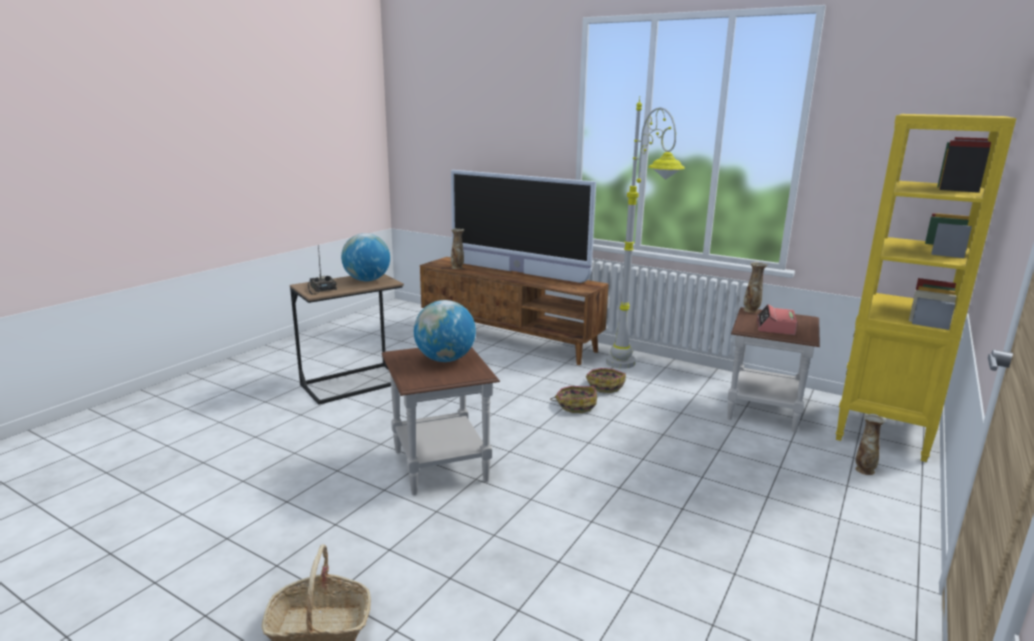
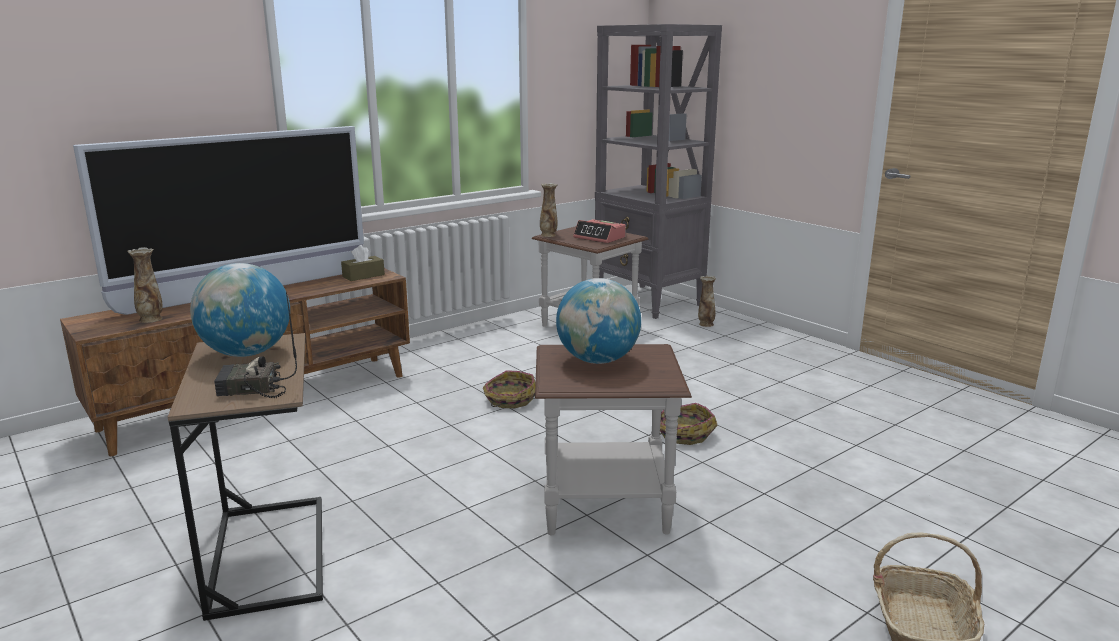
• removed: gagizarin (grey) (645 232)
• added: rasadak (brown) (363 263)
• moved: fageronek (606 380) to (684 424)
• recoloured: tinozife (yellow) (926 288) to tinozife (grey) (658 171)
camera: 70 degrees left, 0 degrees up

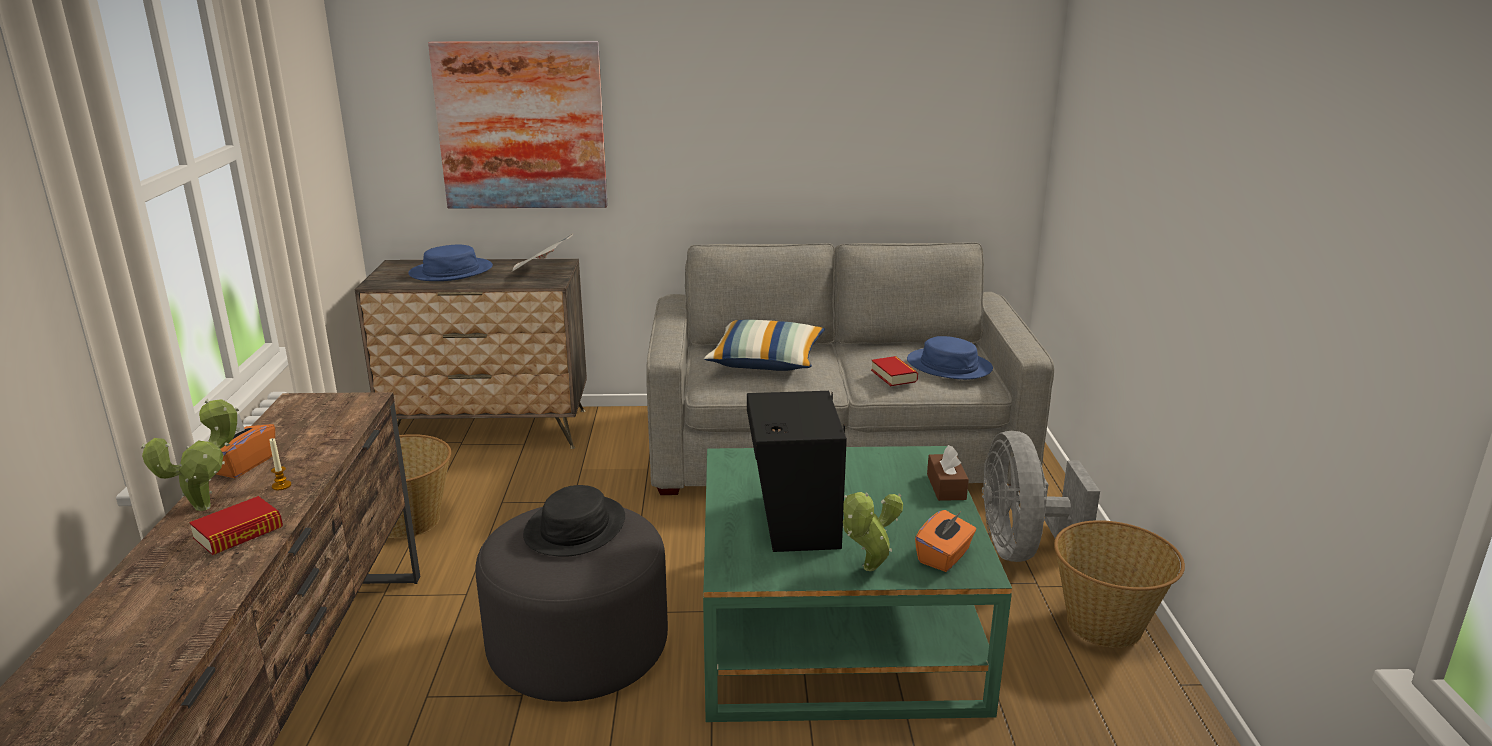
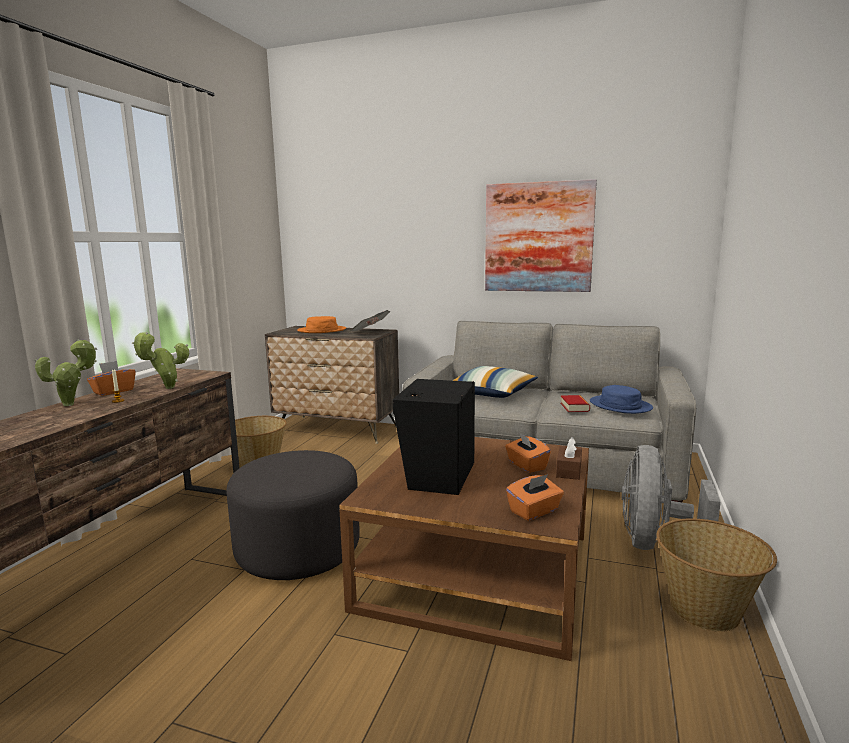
• removed: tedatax (236 525)
• removed: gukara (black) (574 521)
• added: rasadak (orange) (528 452)
• moved: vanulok (517 125) to (541 235)
• moved: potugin (873 531) to (160 360)
• recoloured: gukara (blue) (450 263) to gukara (orange) (321 324)
• recoloured: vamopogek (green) (857 584) to vamopogek (brown) (464 549)
camera: 20 degrees right, 10 degrees down

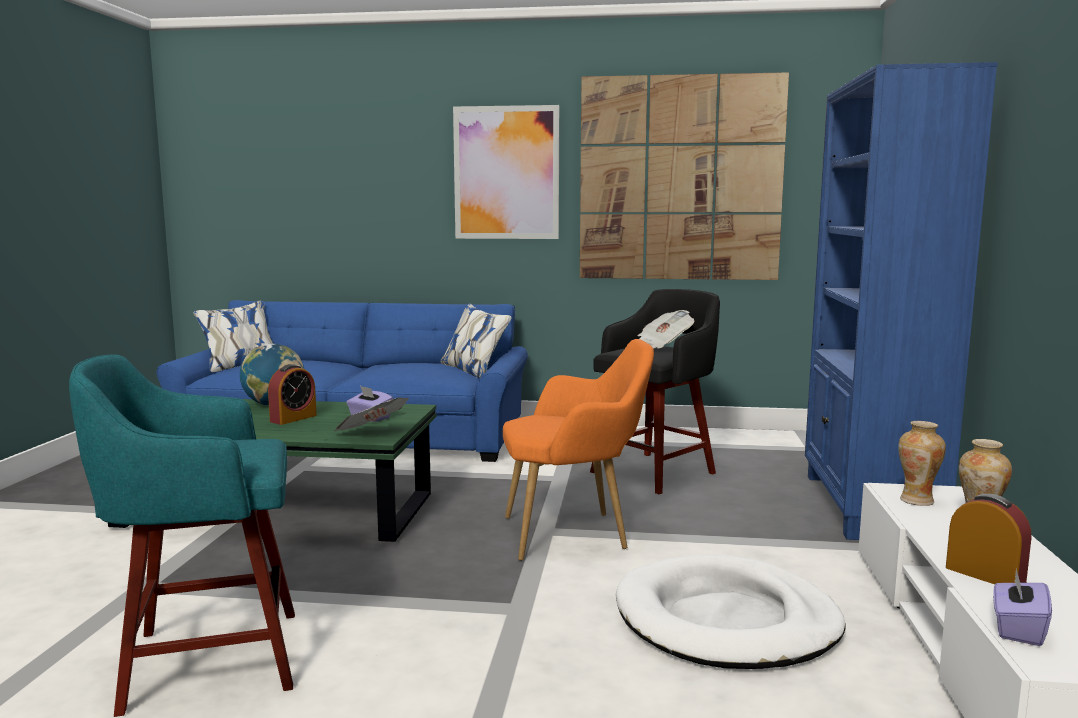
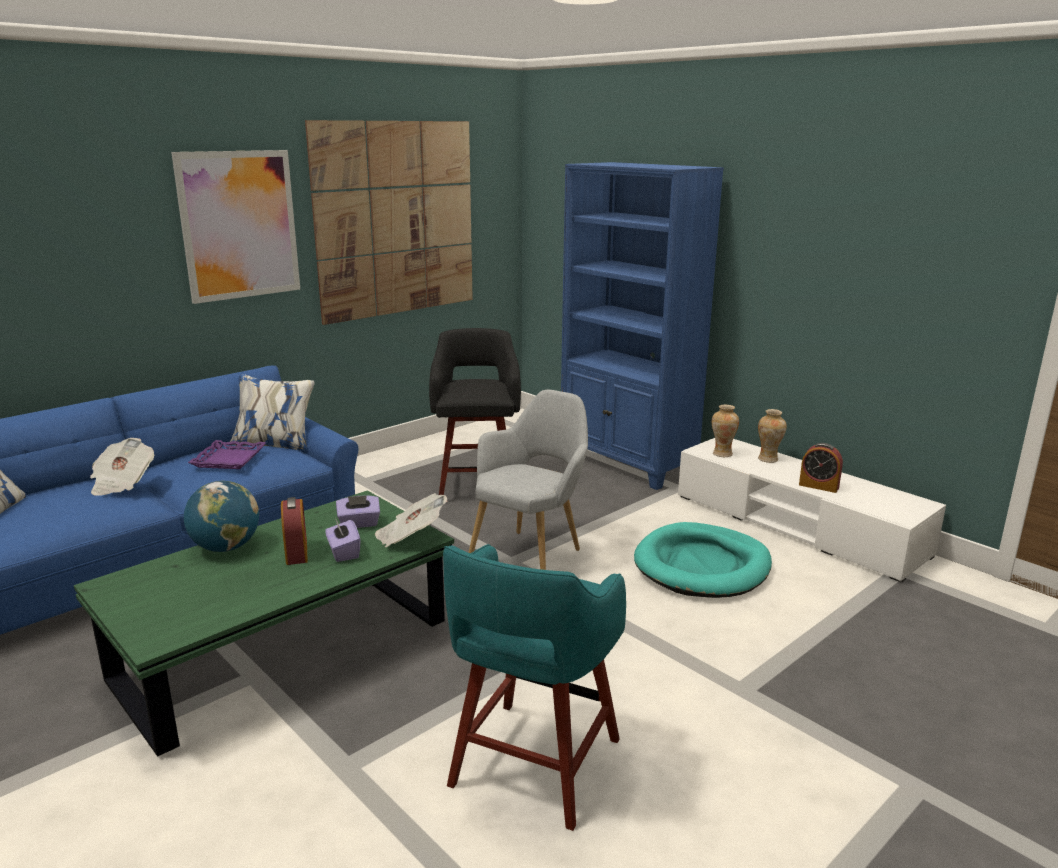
• added: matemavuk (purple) (227 454)
• moved: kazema (666 329) to (122 467)
• moved: rasadak (purple) (1022 607) to (342 539)
• recoloured: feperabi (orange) (578 450) to feperabi (grey) (528 480)
• recoloured: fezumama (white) (731 612) to fezumama (turquoise) (703 560)
• turned: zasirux (988 539) = (821 468) 150 degrees counterclockwise
camera: 50 degrees left, 10 degrees up

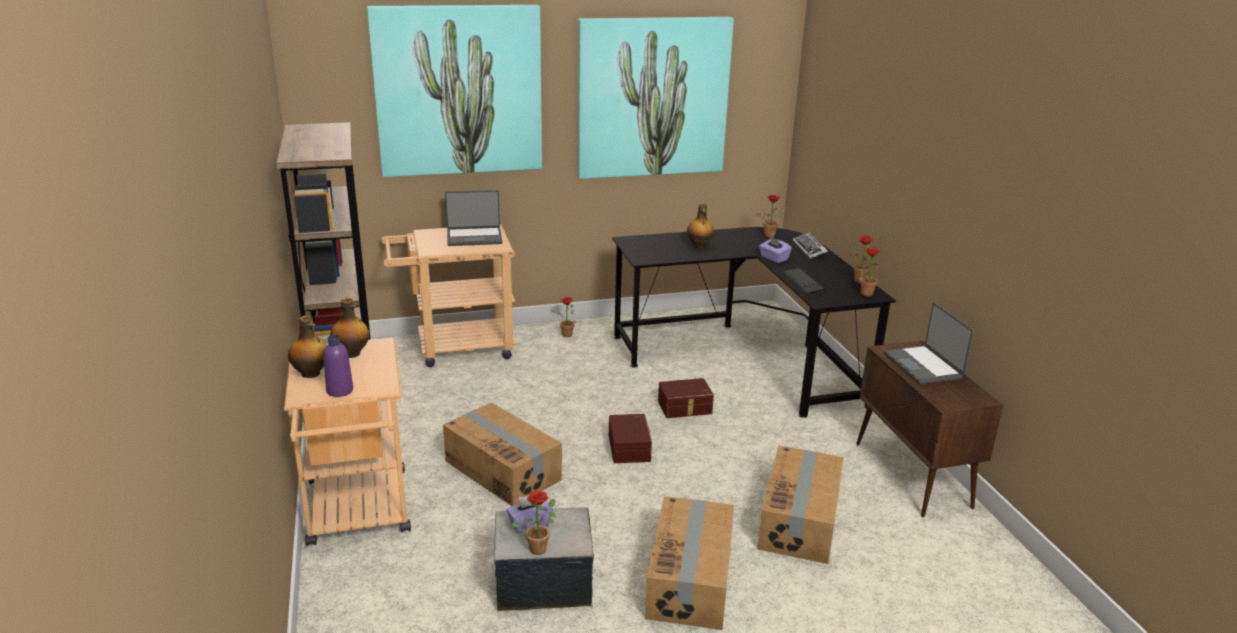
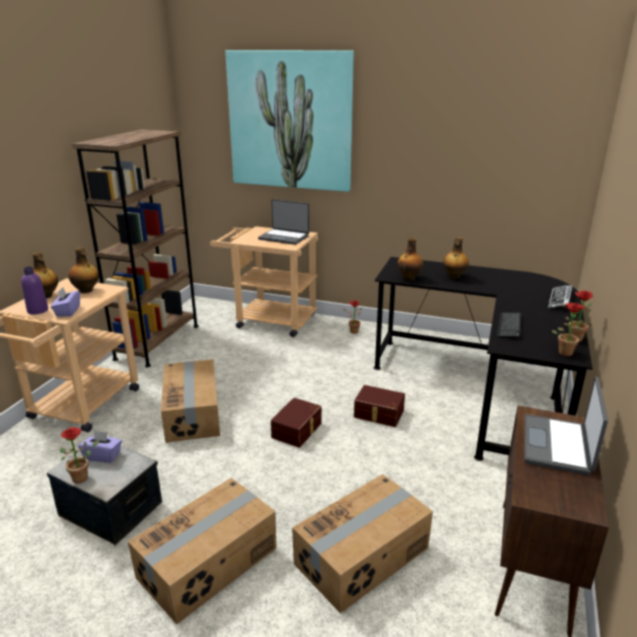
• removed: vanulok (655 98)
• removed: potugin (771 216)
• added: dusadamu (410 259)
• moved: rasadak (purple) (775 250) to (65 302)
camera: 35 degrees right, 0 degrees up

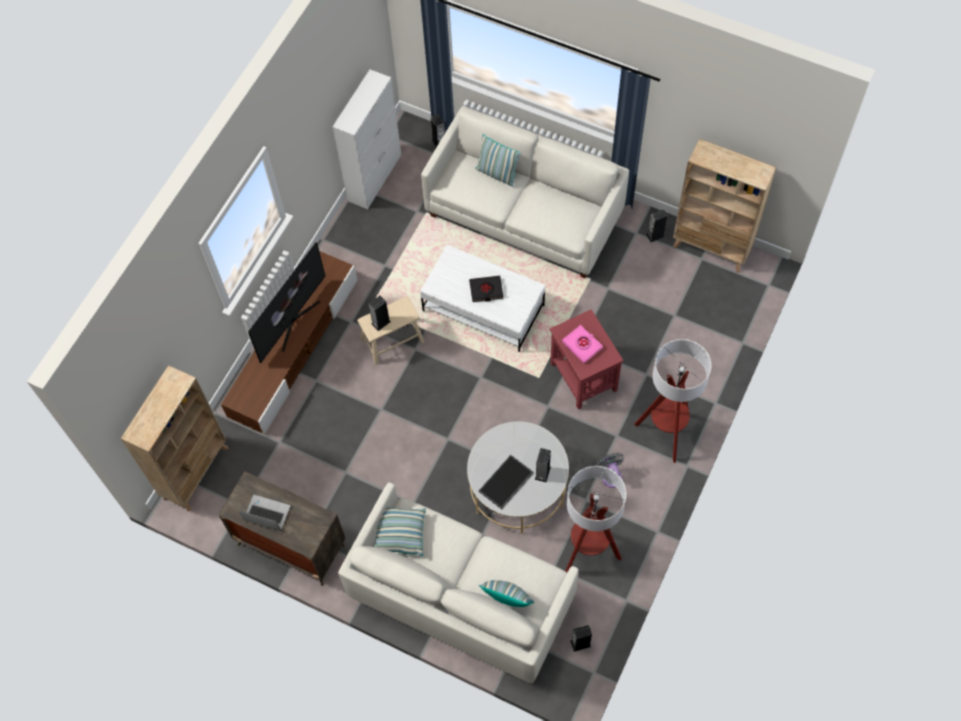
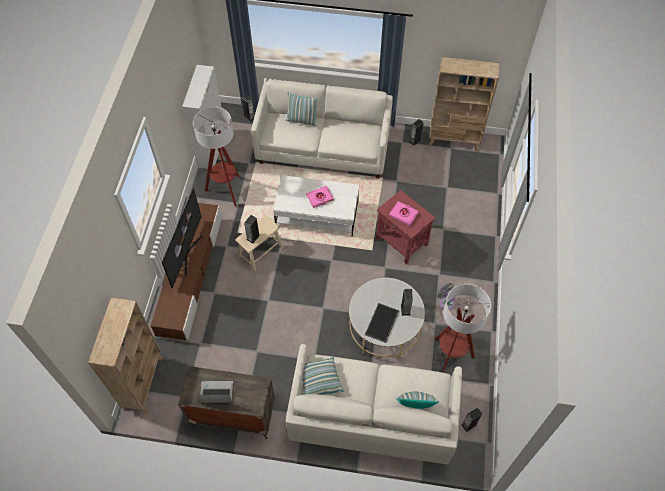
• moved: gagizarin (672 401) to (216 156)
• recoloured: tedatax (black) (486 288) to tedatax (pink) (320 197)
camera: 20 degrees left, 5 degrees down

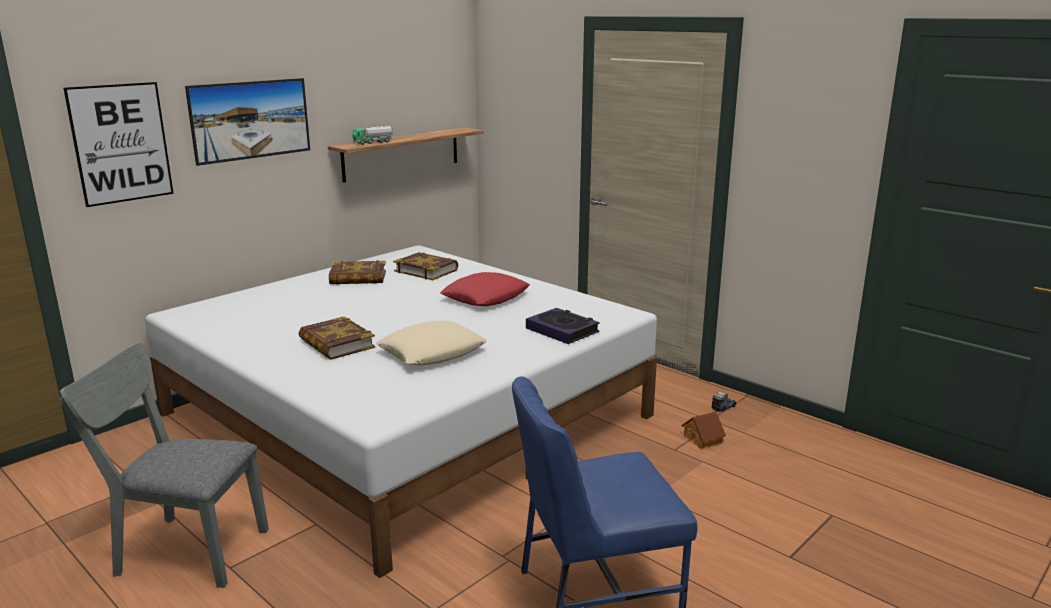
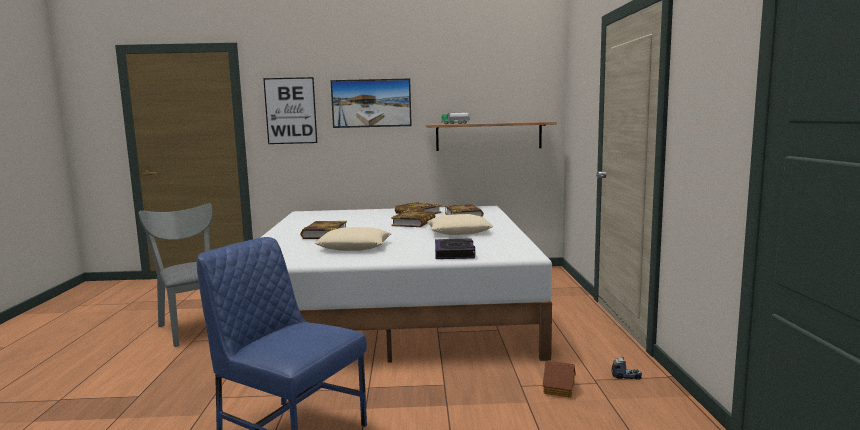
• added: tedatax (413 218)
• recoloured: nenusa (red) (485 289) to nenusa (beige) (460 224)
camera: 45 degrees right, 10 degrees down

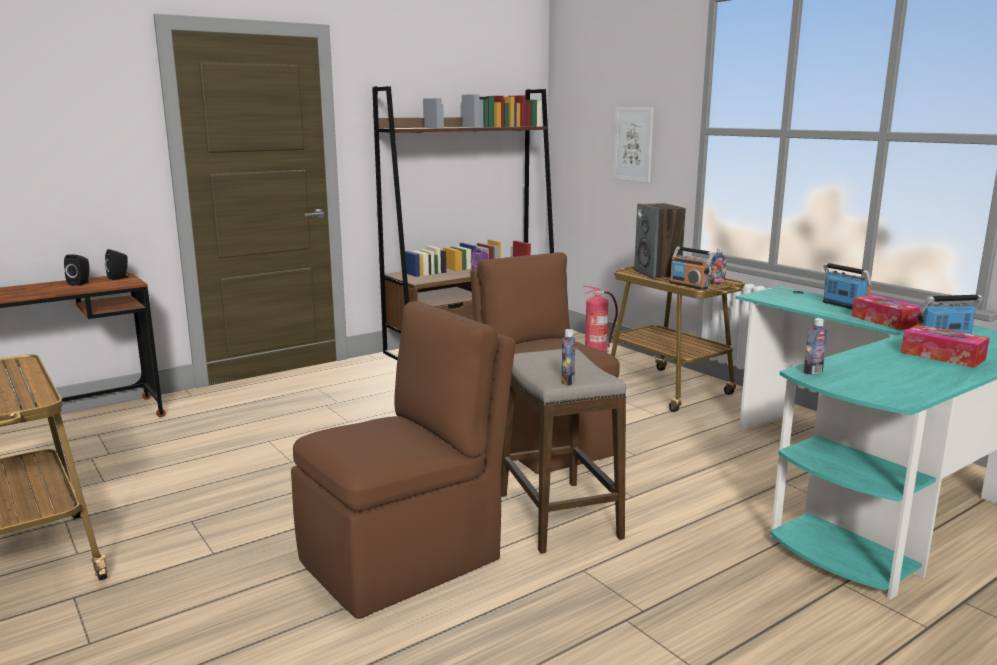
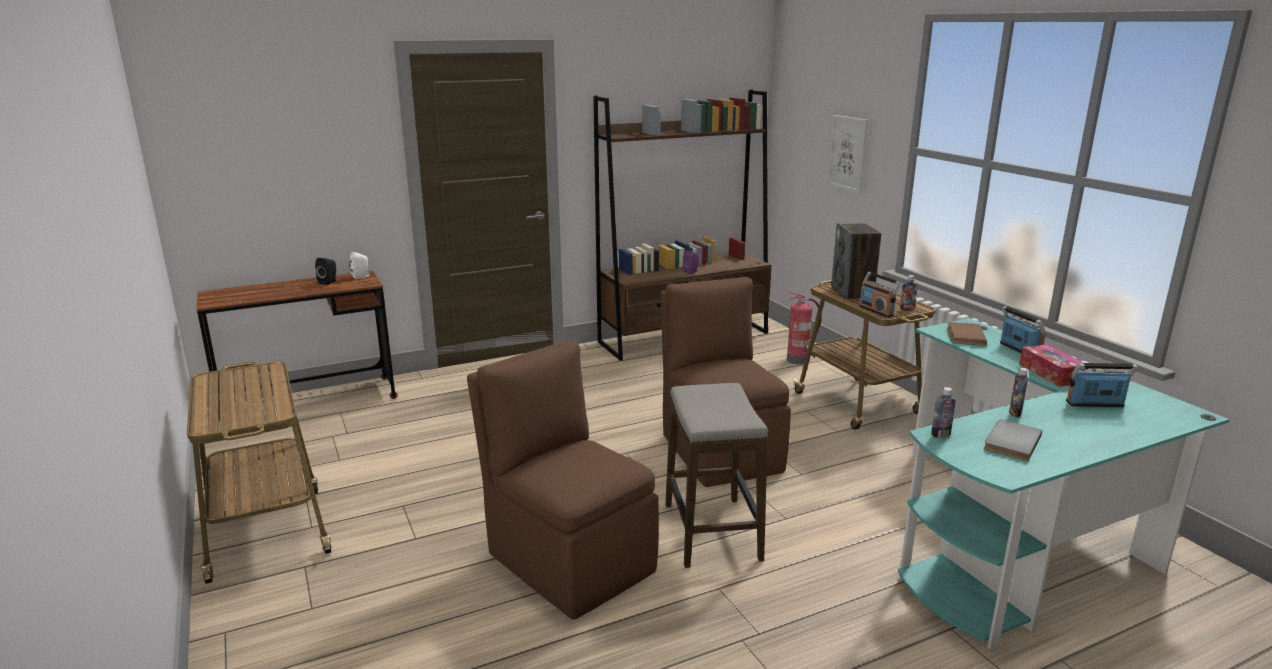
• removed: rasadak (945 346)
• added: tedatax (brown) (967 334)
• added: tedatax (grey) (1013 440)
• moved: dusadamu (568 357) to (1018 392)
• recoloured: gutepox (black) (117 264) to gutepox (white) (359 265)
• turned: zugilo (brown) (403 460) = (563 479) 105 degrees counterclockwise
camera: 10 degrees right, 5 degrees up

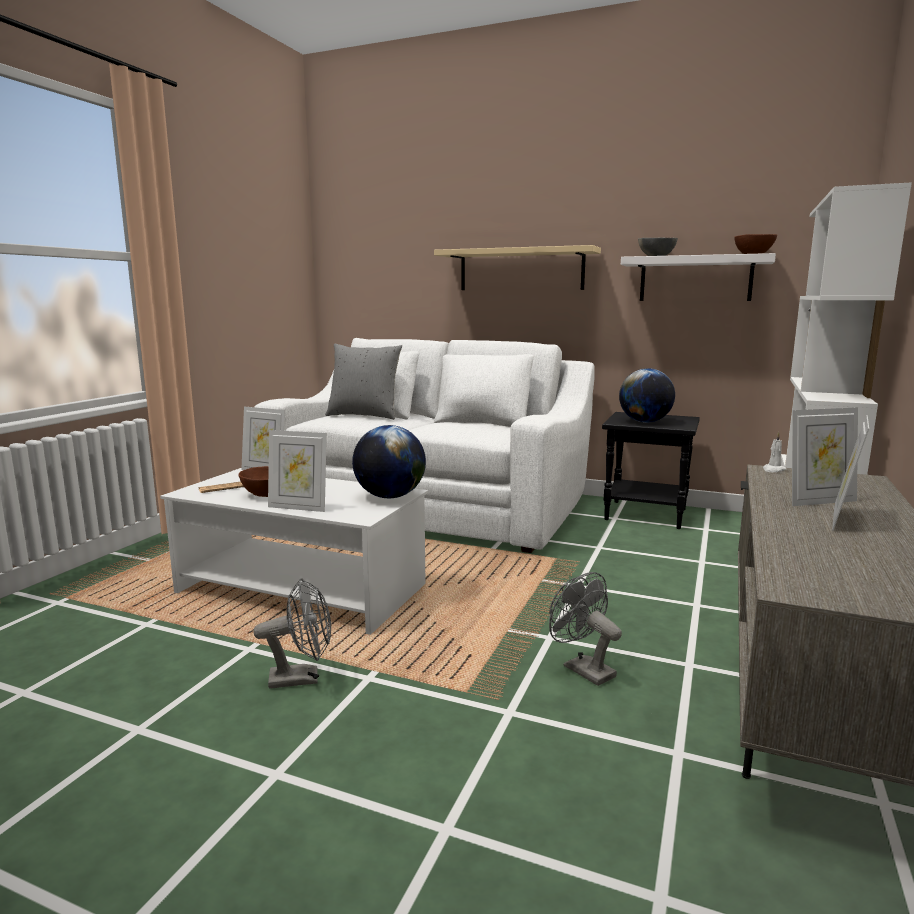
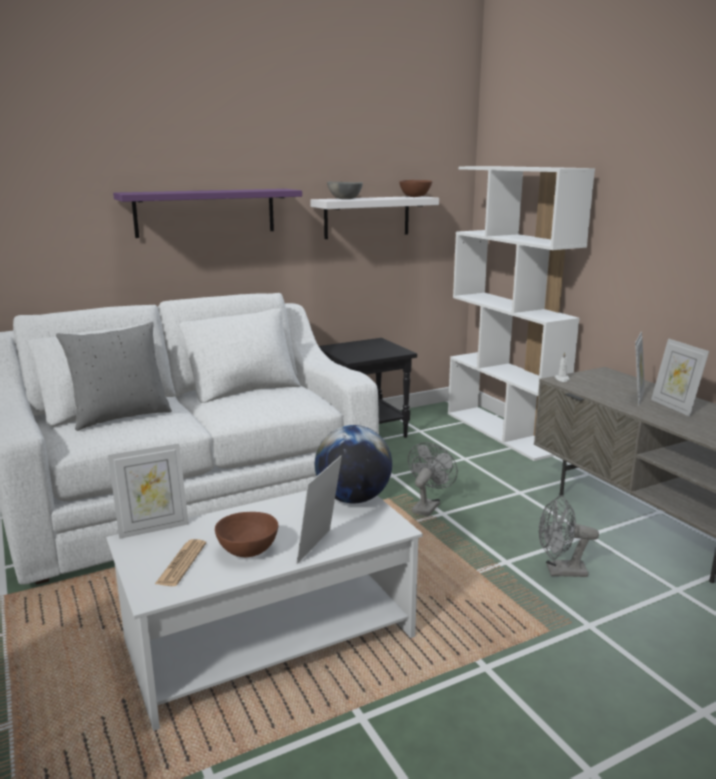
• removed: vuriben (647 395)
• moved: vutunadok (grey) (292 633) to (433 479)
• recoloured: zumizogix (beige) (517 267) to zumizogix (purple) (207 213)
• turned: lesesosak (297 471) = (319 509) 150 degrees clockwise
camera: 50 degrees left, 5 degrees up

